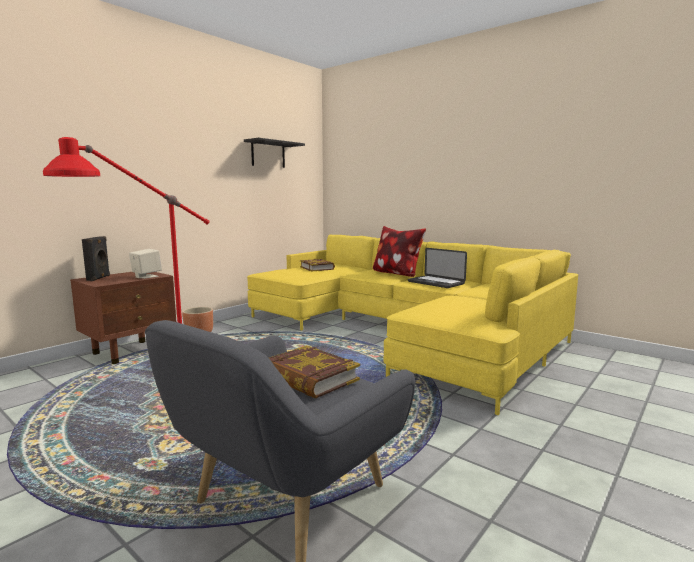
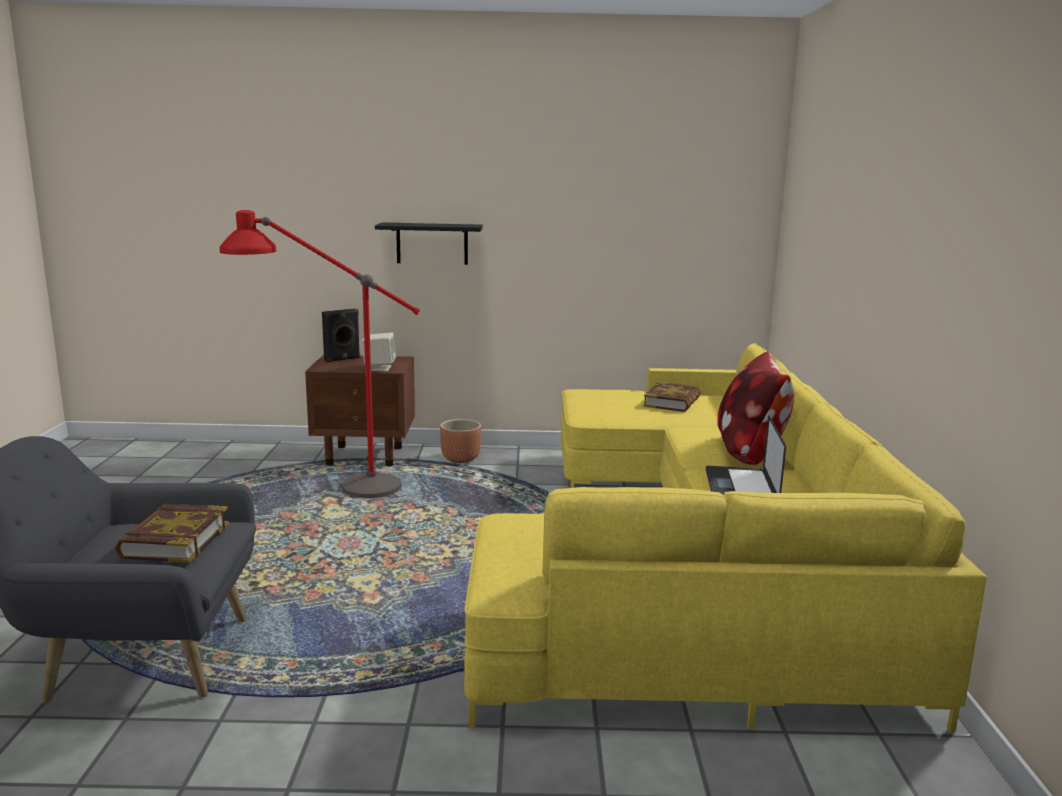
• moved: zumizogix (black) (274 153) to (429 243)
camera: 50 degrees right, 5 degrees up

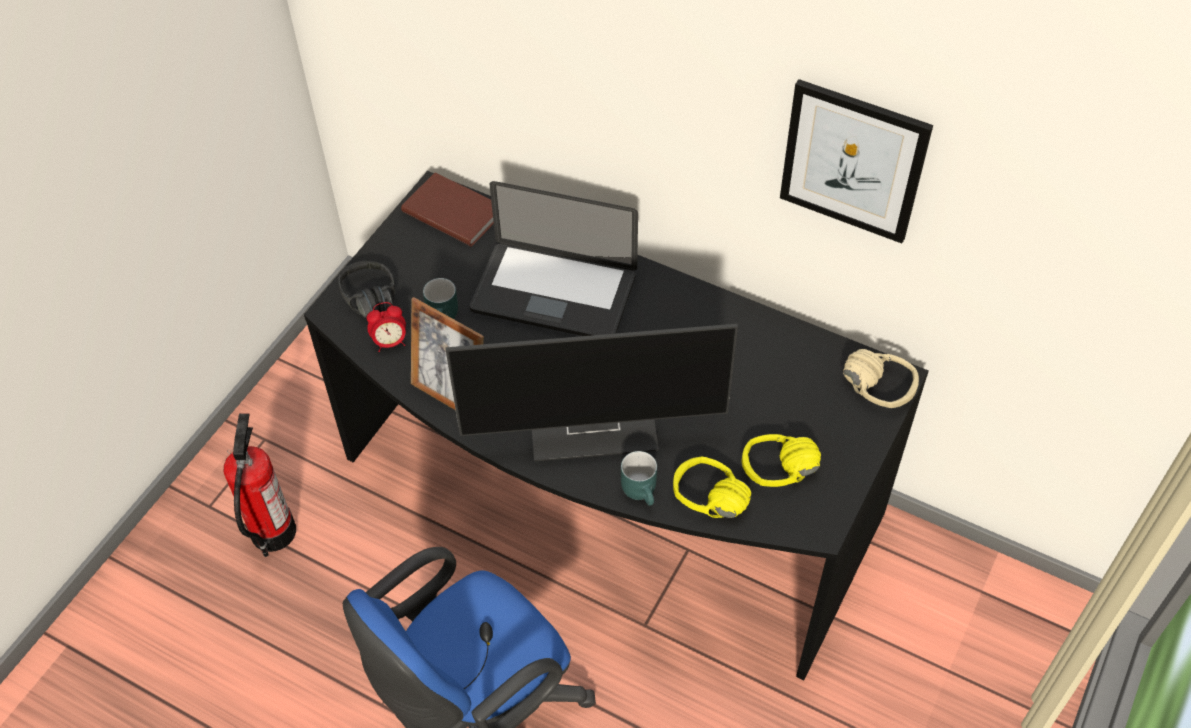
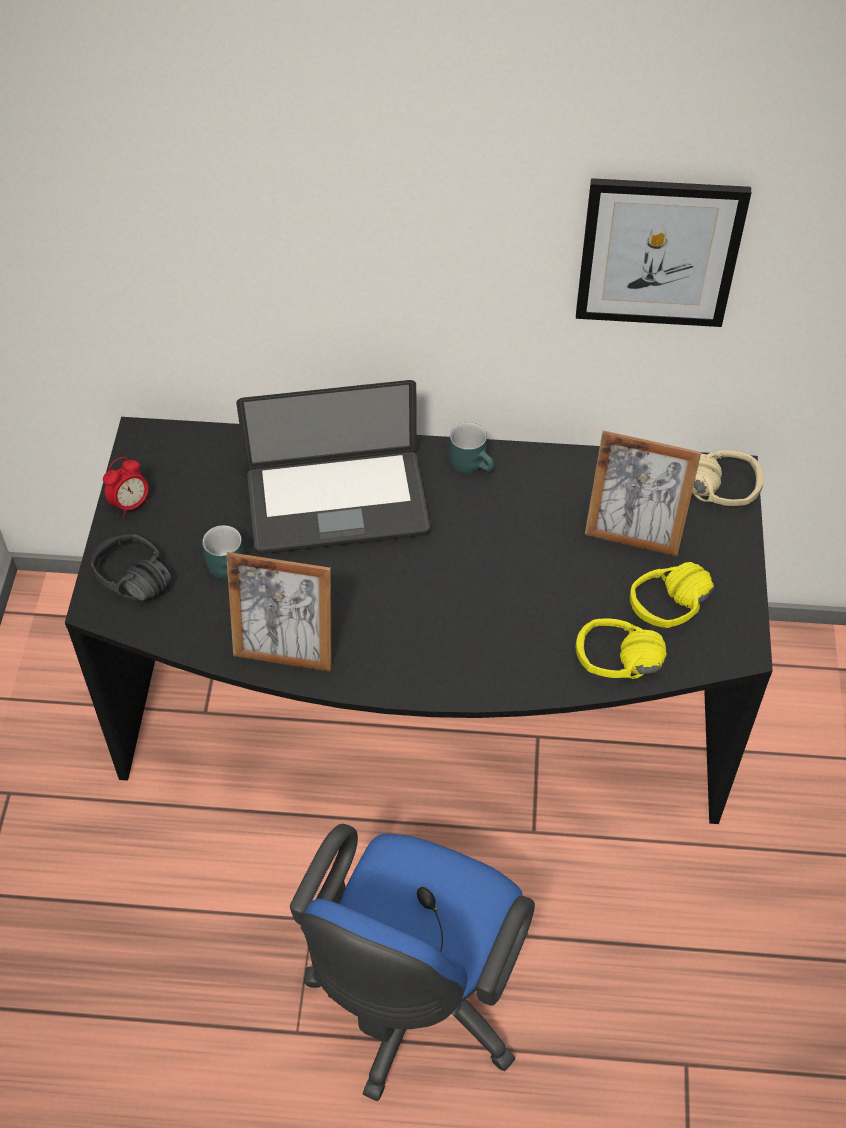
• removed: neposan (260 485)
• removed: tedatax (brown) (447 209)
• removed: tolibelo (592 392)
• added: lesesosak (643 493)
• moved: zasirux (386 327) to (126 487)
• moved: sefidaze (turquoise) (639 478) to (471 448)
camera: 25 degrees left, 0 degrees up

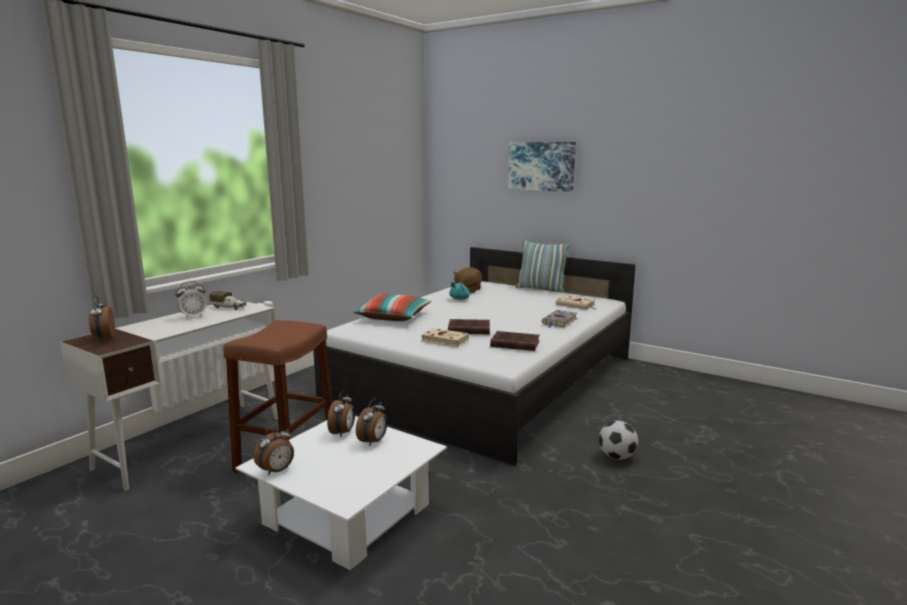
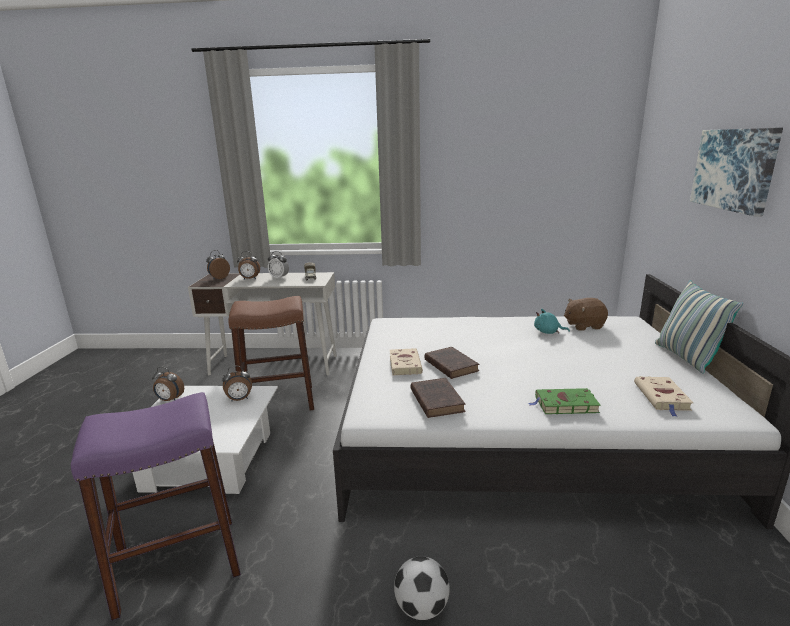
• removed: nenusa (392 307)
• added: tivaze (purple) (156 506)
• moved: zasirux (371 422) to (248 265)
• recoloured: tedatax (grey) (559 319) to tedatax (green) (564 401)
camera: 60 degrees right, 5 degrees up

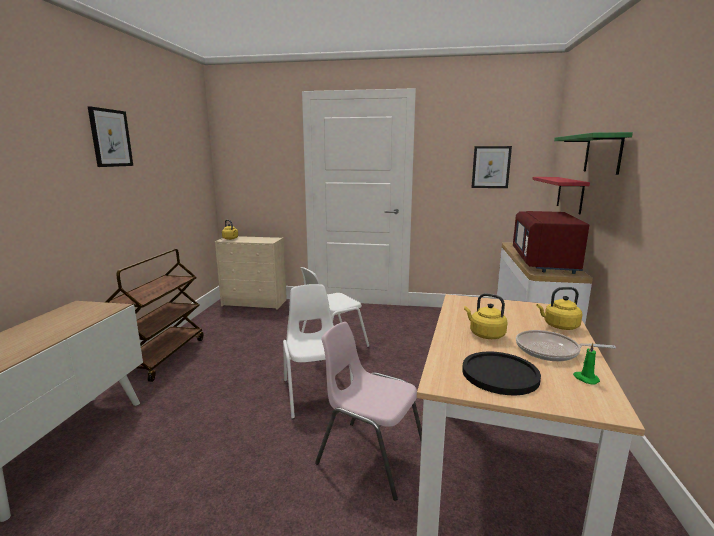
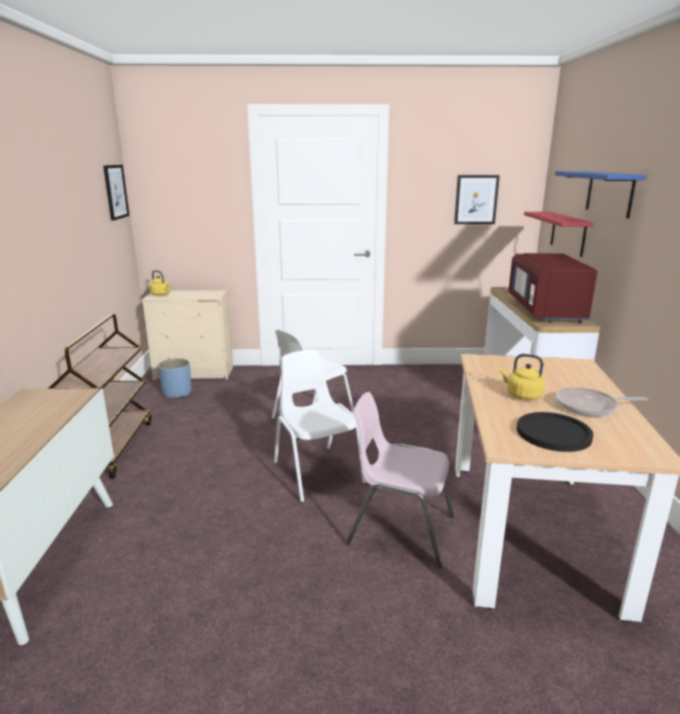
• removed: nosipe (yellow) (559 308)
• removed: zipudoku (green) (586 363)
• added: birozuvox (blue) (174 378)
• moved: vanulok (110 136) to (116 193)
• recoloured: zumizogix (green) (593 153) to zumizogix (blue) (600 194)
camera: 10 degrees left, 5 degrees up

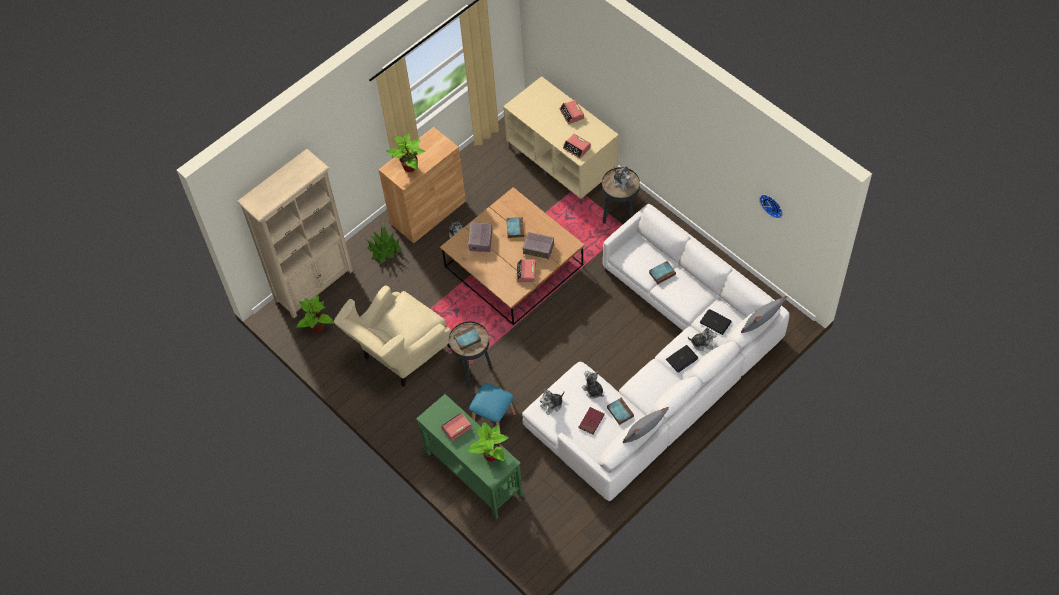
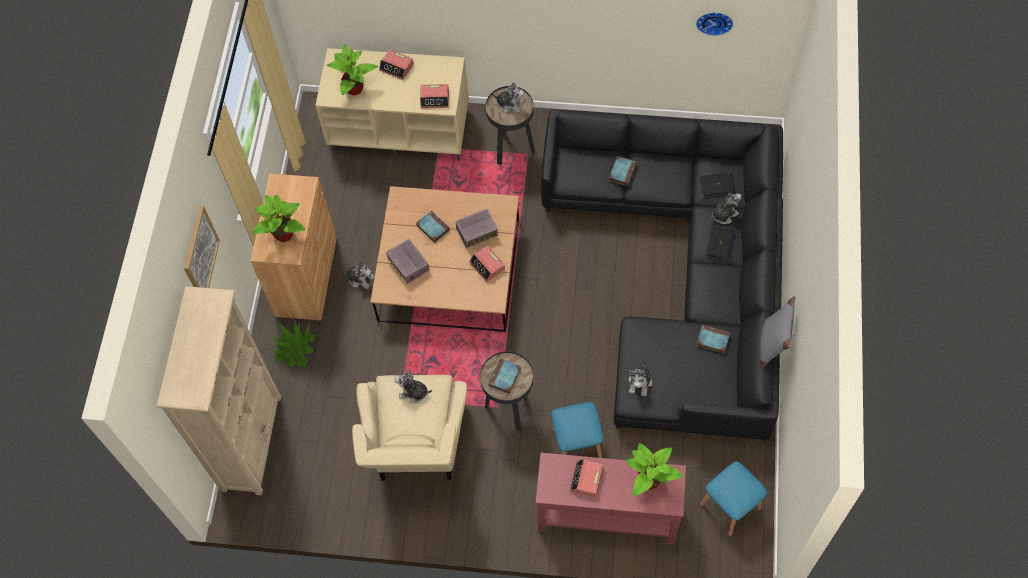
• removed: tedatax (red) (592 421)
• removed: nenusa (grey) (764 314)
• added: vanulok (202 247)
• added: tivaze (blue) (733 498)
• moved: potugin (315 314) to (352 70)
• moved: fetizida (593 385) to (413 386)
• recoloured: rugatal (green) (469 457) to rugatal (red) (611 498)
• recoloured: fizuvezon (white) (656 353) to fizuvezon (black) (662 275)
camera: 40 degrees left, 5 degrees up

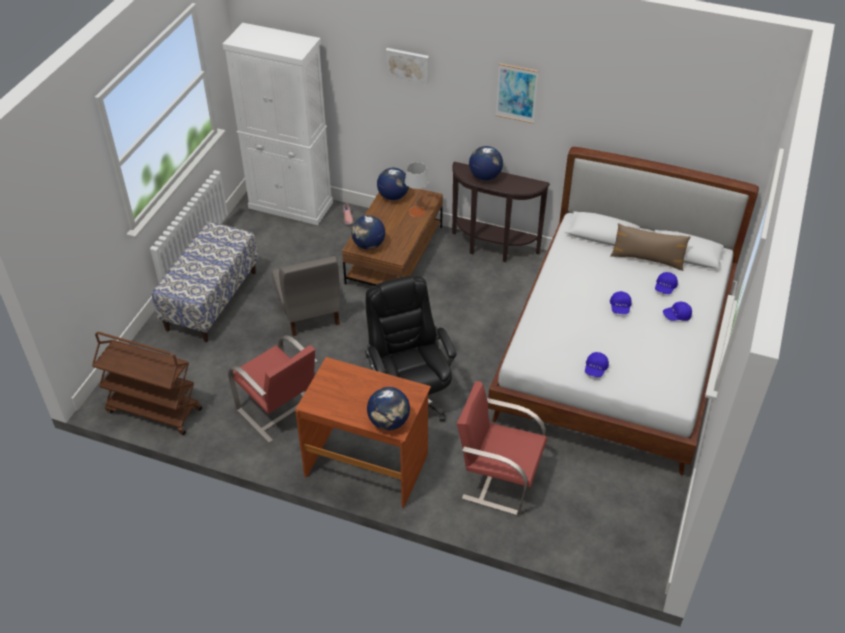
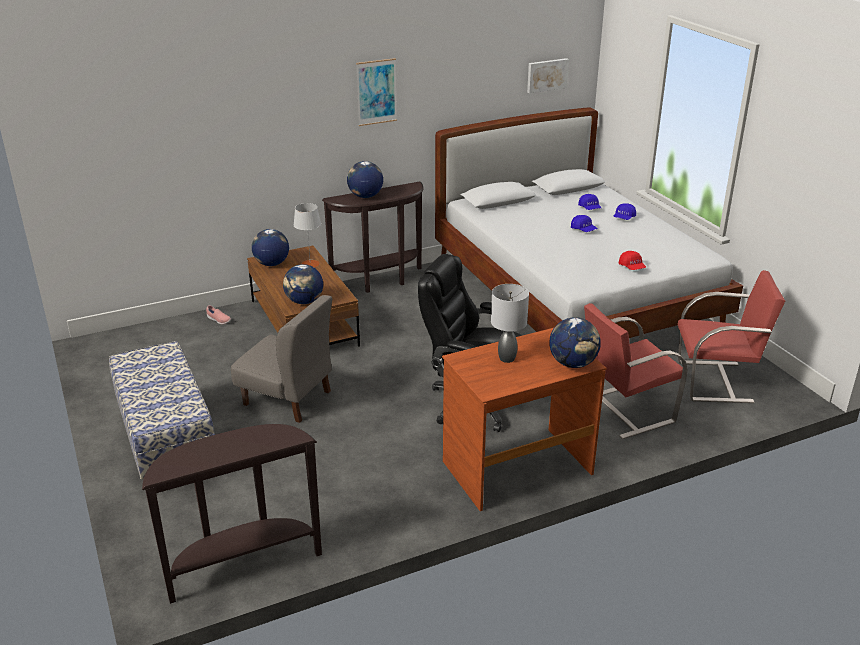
• removed: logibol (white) (278 124)
• removed: nenusa (brown) (651 247)
• added: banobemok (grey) (510 323)
• moved: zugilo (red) (272 389) to (731 336)
• moved: vanulok (407 66) to (548 75)
• replaced: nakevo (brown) (147 383) to rugatal (brown) (232 514)
• recoloured: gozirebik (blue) (597 364) to gozirebik (red) (632 260)
camera: 45 degrees left, 15 degrees down

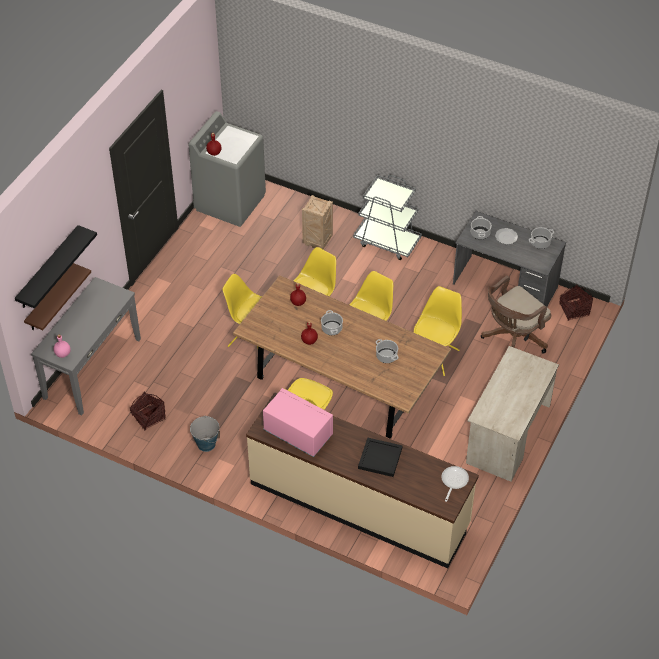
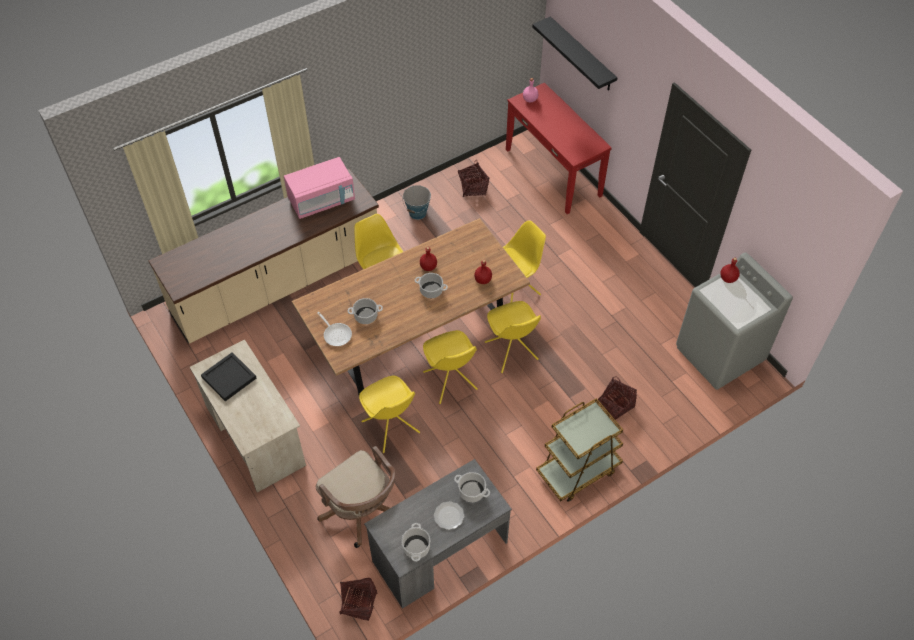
• removed: zumizogix (brown) (57 296)
• moved: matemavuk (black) (380 457) to (229 376)
• moved: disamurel (455 484) to (334 329)
• replaced: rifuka (317 222) to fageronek (617 398)
• recoloured: rugatal (grey) (86 346) to rugatal (red) (559 148)
• recoloured: nakevo (grey) (387 217) to nakevo (brown) (579 450)
• turned: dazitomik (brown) (516 315) = (355 497) 150 degrees clockwise
camera: 120 degrees right, 5 degrees up

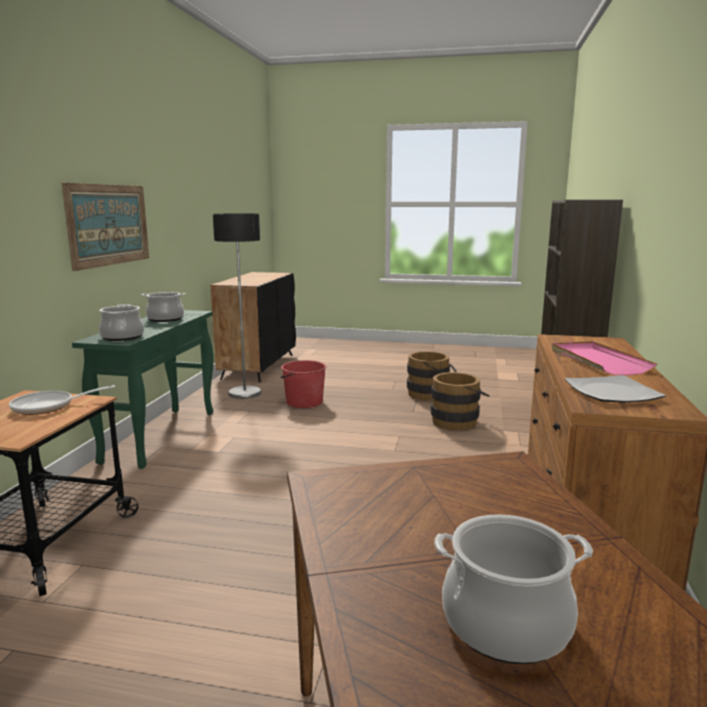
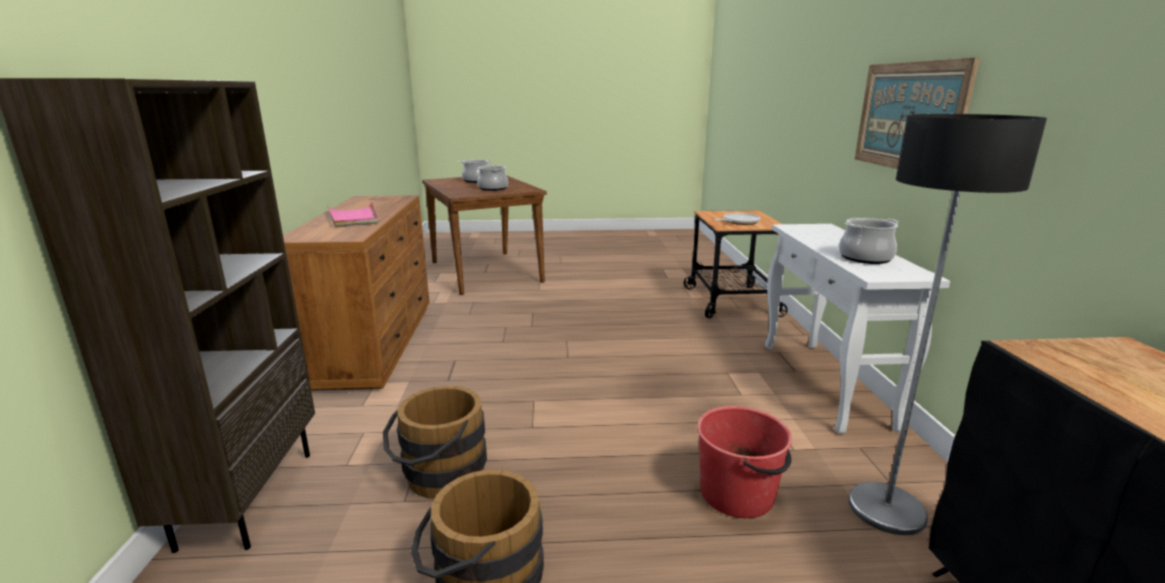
• removed: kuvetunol (615 389)
• moved: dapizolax (121 322) to (492 178)
• recoloured: rugatal (green) (143 389) to rugatal (white) (857 329)
camera: 165 degrees right, 5 degrees up

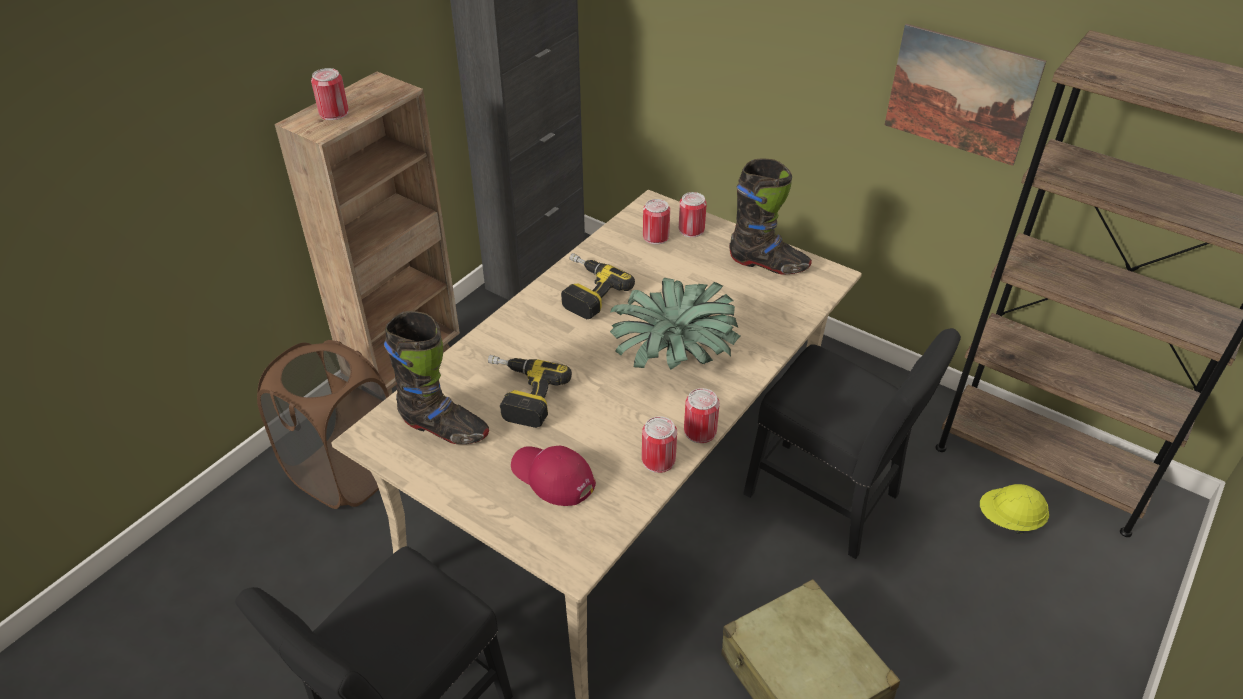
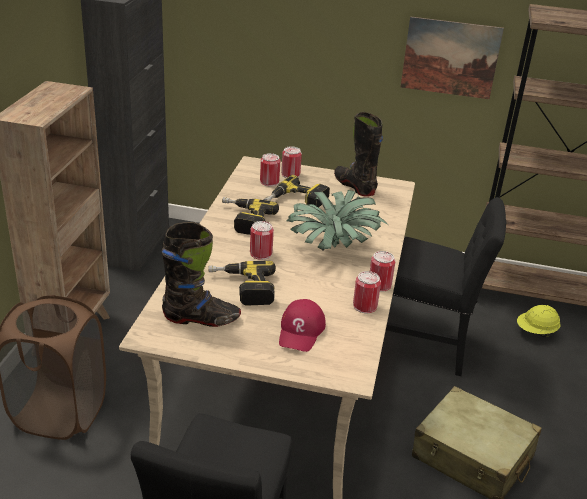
• added: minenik (297 191)
• moved: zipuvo (330 94) to (262 240)
• turned: gozirebik (red) (553 476) = (302 325) 90 degrees counterclockwise
• turned: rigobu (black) (770 217) = (358 154) 120 degrees counterclockwise
camera: 25 degrees left, 10 degrees down

